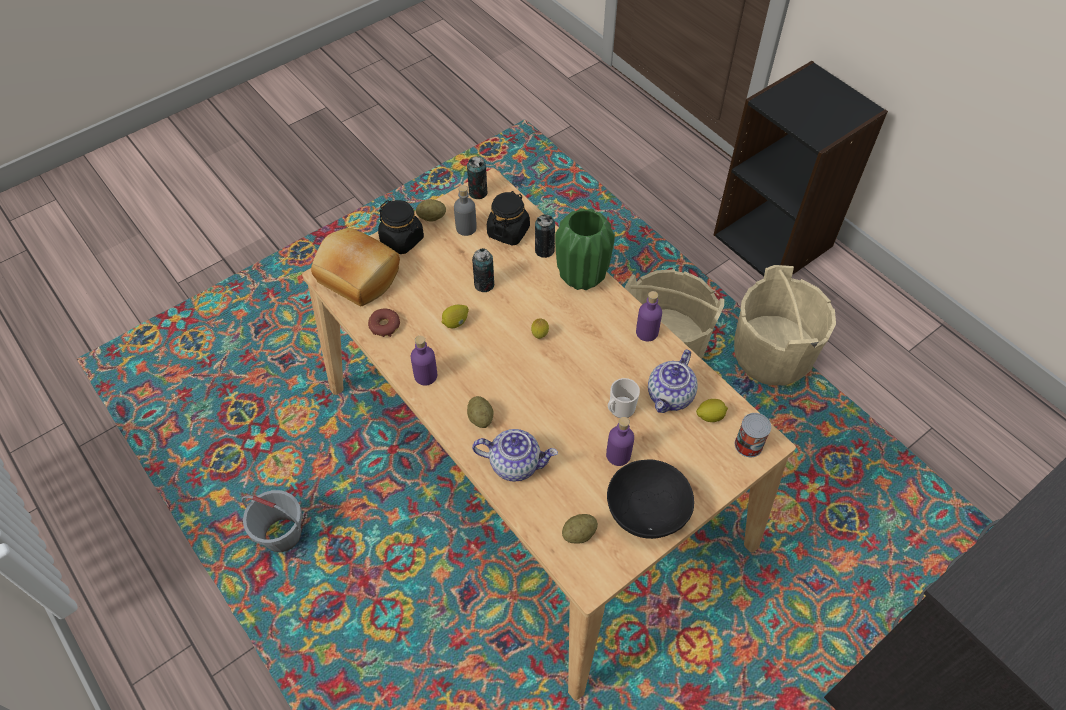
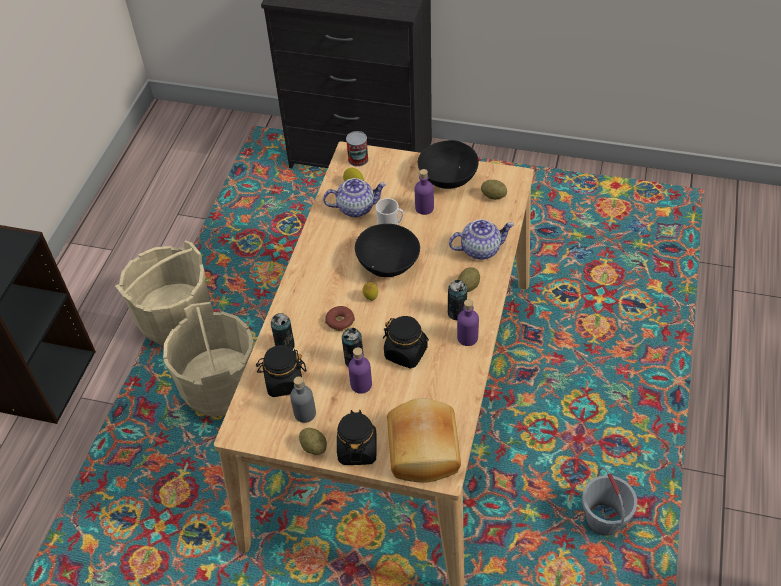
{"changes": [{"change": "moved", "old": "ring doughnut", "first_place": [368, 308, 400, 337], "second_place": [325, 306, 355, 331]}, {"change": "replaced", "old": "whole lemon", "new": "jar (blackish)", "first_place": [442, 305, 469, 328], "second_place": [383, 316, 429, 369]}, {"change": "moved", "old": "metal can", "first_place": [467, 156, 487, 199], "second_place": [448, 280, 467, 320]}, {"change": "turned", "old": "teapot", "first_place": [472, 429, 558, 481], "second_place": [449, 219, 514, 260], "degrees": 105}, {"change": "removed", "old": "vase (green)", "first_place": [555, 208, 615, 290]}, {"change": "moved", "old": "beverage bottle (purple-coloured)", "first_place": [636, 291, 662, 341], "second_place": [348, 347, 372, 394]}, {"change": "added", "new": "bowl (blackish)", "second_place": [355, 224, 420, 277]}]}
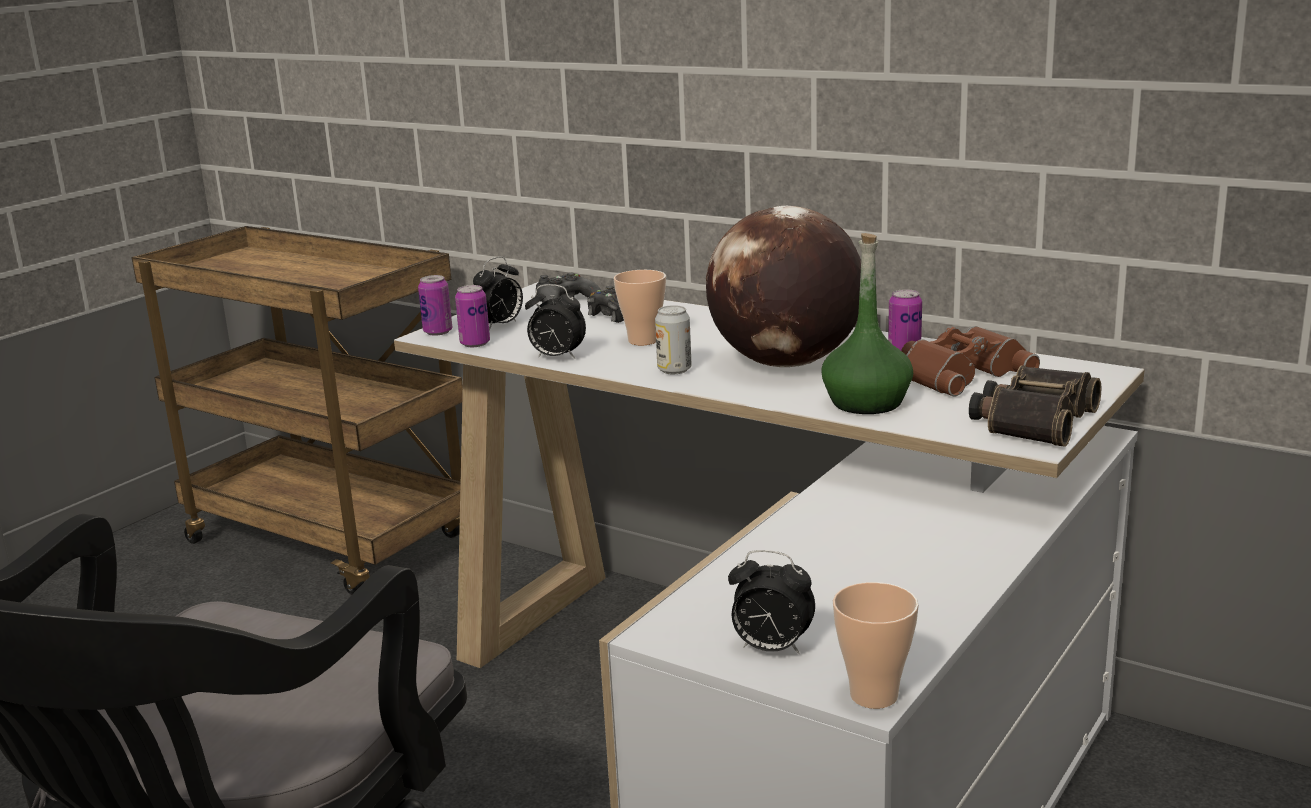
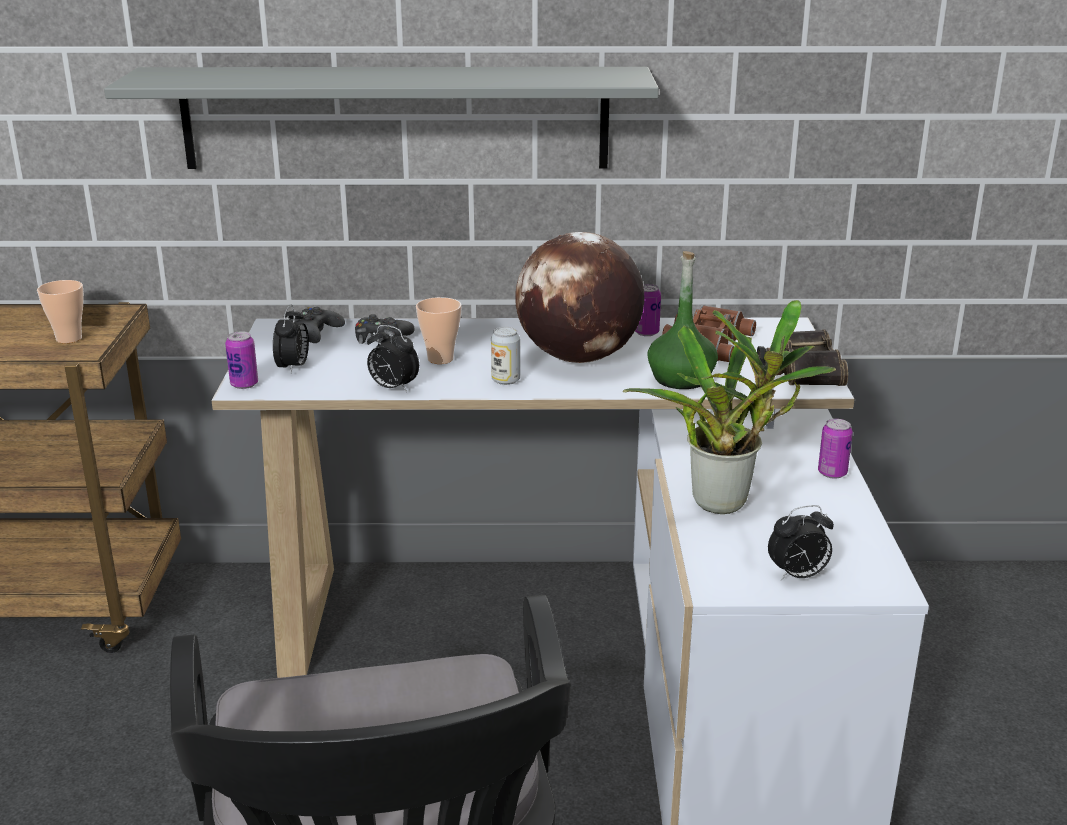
{"changes": [{"change": "moved", "old": "metal can", "first_place": [455, 285, 490, 347], "second_place": [818, 419, 853, 479]}, {"change": "turned", "old": "alarm clock", "first_place": [525, 284, 586, 359], "second_place": [367, 325, 419, 392], "degrees": 45}, {"change": "moved", "old": "small cup", "first_place": [833, 582, 919, 709], "second_place": [37, 280, 84, 343]}, {"change": "added", "new": "shelf (grey)", "second_place": [104, 67, 659, 169]}, {"change": "added", "new": "potted plant", "second_place": [623, 300, 836, 514]}]}
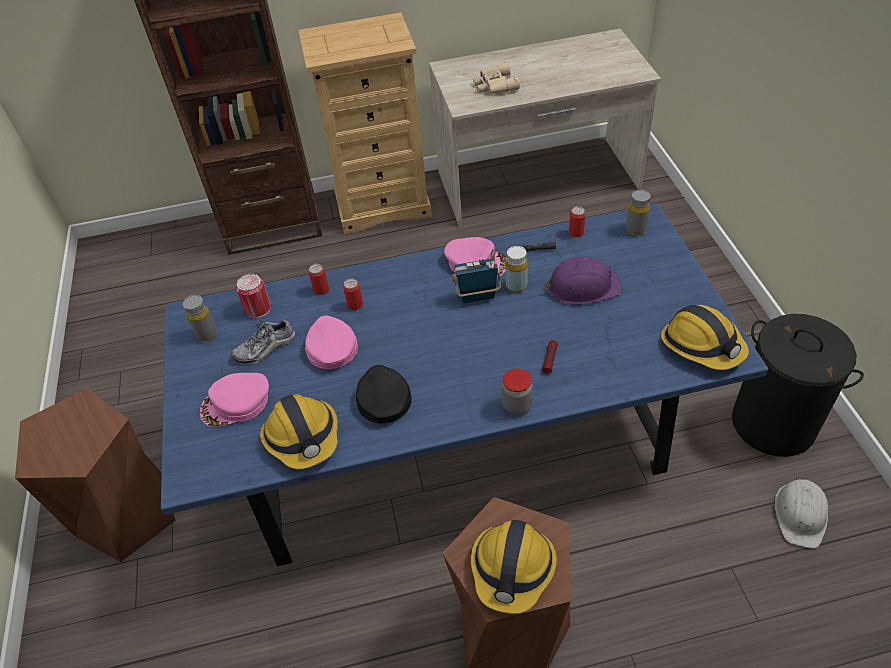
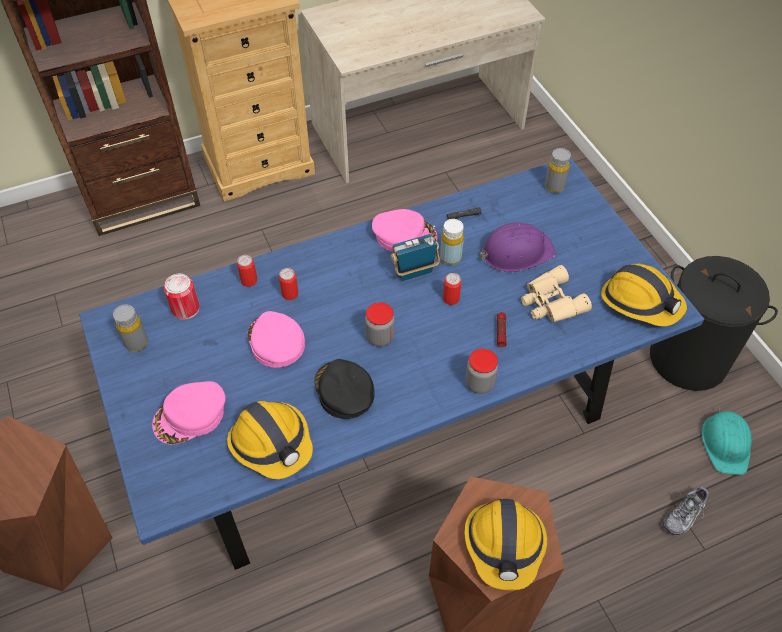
{"changes": [{"change": "moved", "old": "low shoe", "first_place": [231, 319, 295, 364], "second_place": [663, 486, 709, 535]}, {"change": "moved", "old": "field glasses (beige)", "first_place": [473, 62, 520, 94], "second_place": [521, 265, 592, 322]}, {"change": "moved", "old": "metal can", "first_place": [569, 206, 586, 237], "second_place": [443, 273, 461, 305]}, {"change": "recoloured", "old": "work helmet (white)", "new": "work helmet (turquoise)", "first_place": [774, 476, 828, 548], "second_place": [701, 408, 752, 475]}, {"change": "added", "new": "jar", "second_place": [365, 302, 394, 347]}]}
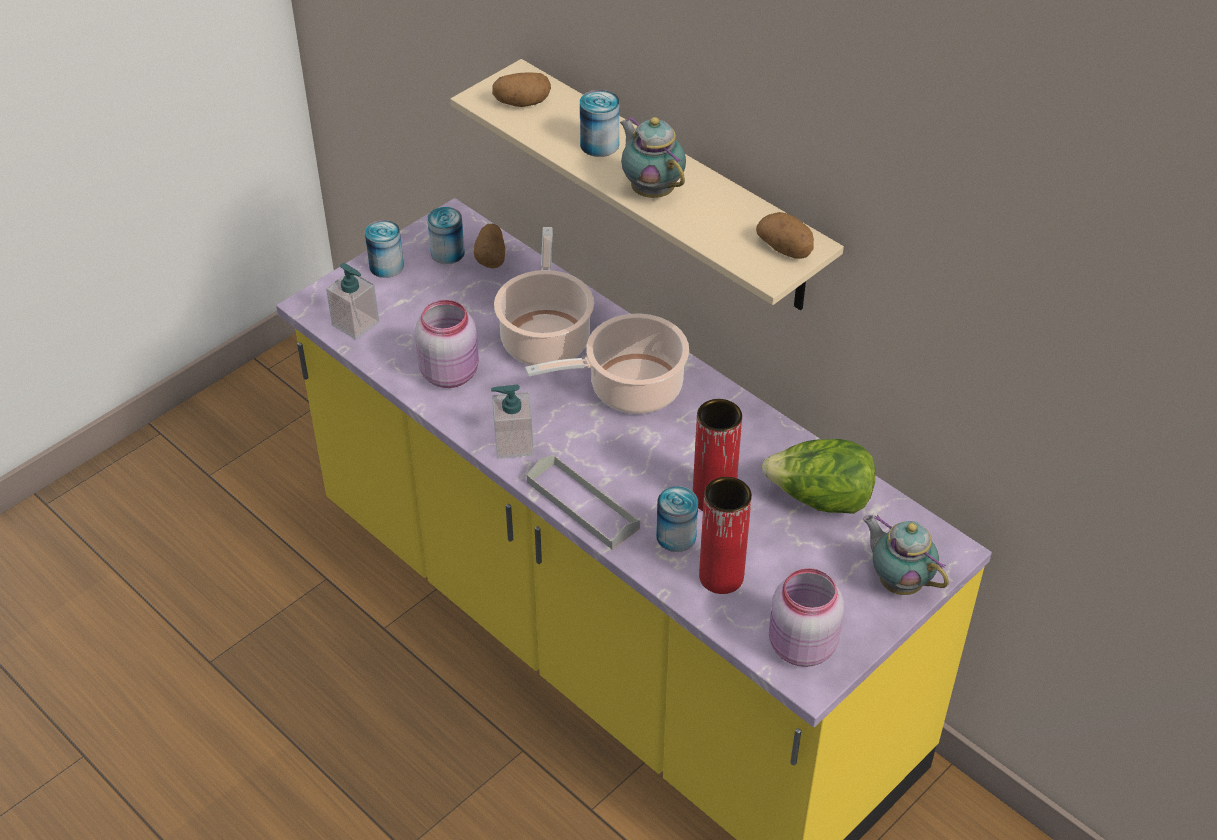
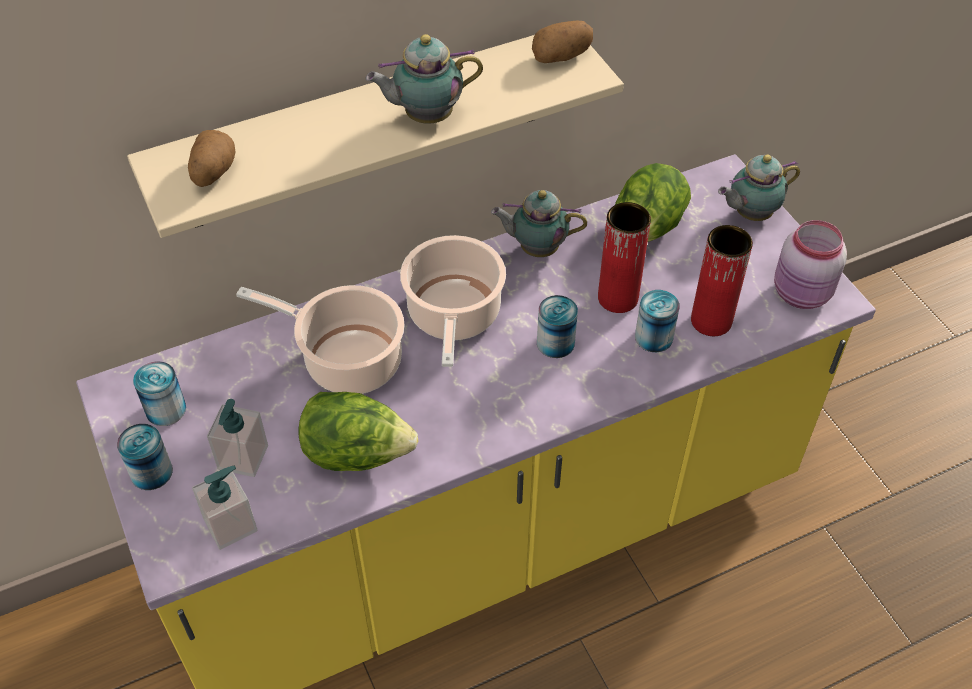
{"changes": [{"change": "replaced", "old": "jar (pinkish)", "new": "lettuce", "first_place": [415, 300, 479, 388], "second_place": [298, 392, 418, 471]}, {"change": "removed", "old": "whole potato", "first_place": [474, 224, 505, 268]}, {"change": "moved", "old": "liquid soap bottle", "first_place": [491, 385, 534, 458], "second_place": [207, 399, 268, 477]}, {"change": "removed", "old": "tray (grey)", "first_place": [527, 455, 640, 550]}, {"change": "moved", "old": "metal can", "first_place": [580, 90, 619, 157], "second_place": [537, 295, 578, 358]}, {"change": "added", "new": "teapot", "second_place": [491, 190, 587, 257]}]}
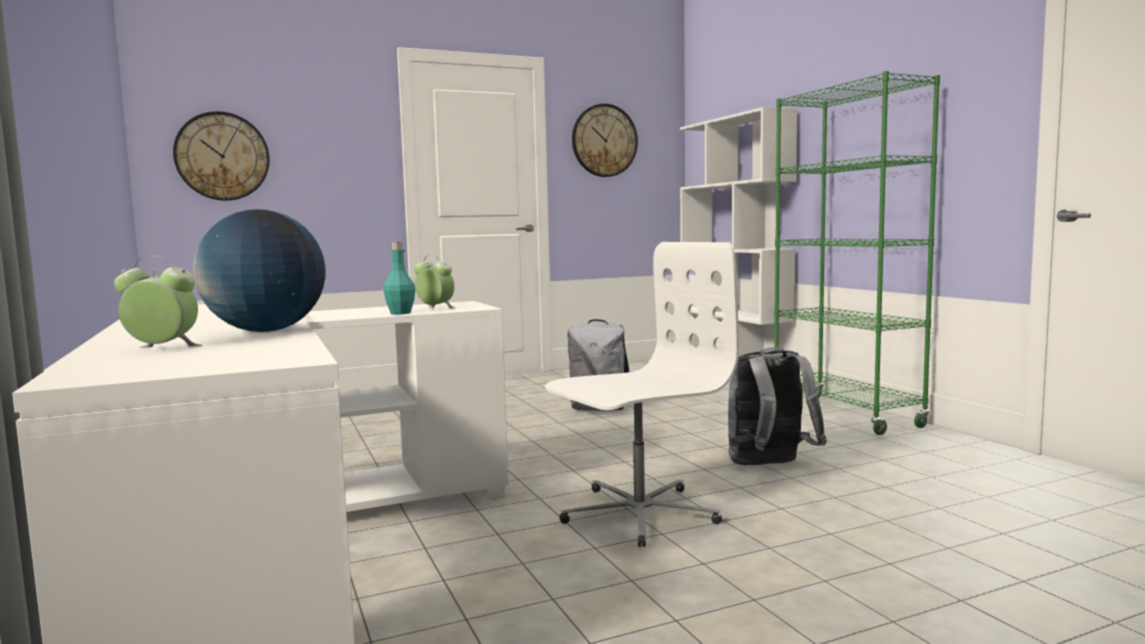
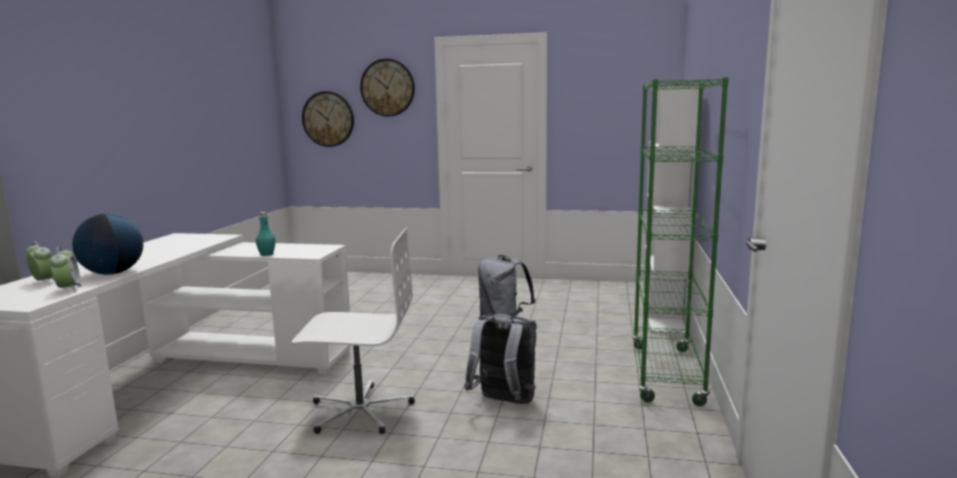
{"changes": [{"change": "moved", "old": "alarm clock", "first_place": [414, 255, 455, 308], "second_place": [50, 247, 82, 293]}, {"change": "moved", "old": "hanging clock", "first_place": [572, 104, 638, 177], "second_place": [360, 59, 415, 117]}]}
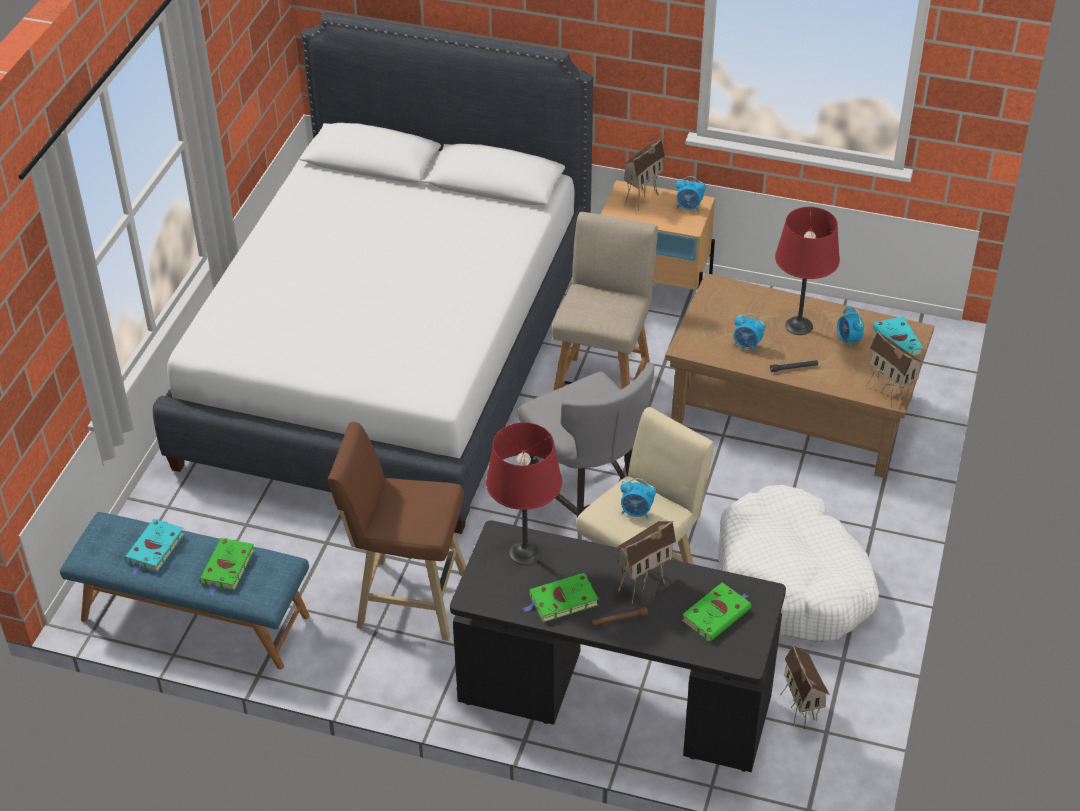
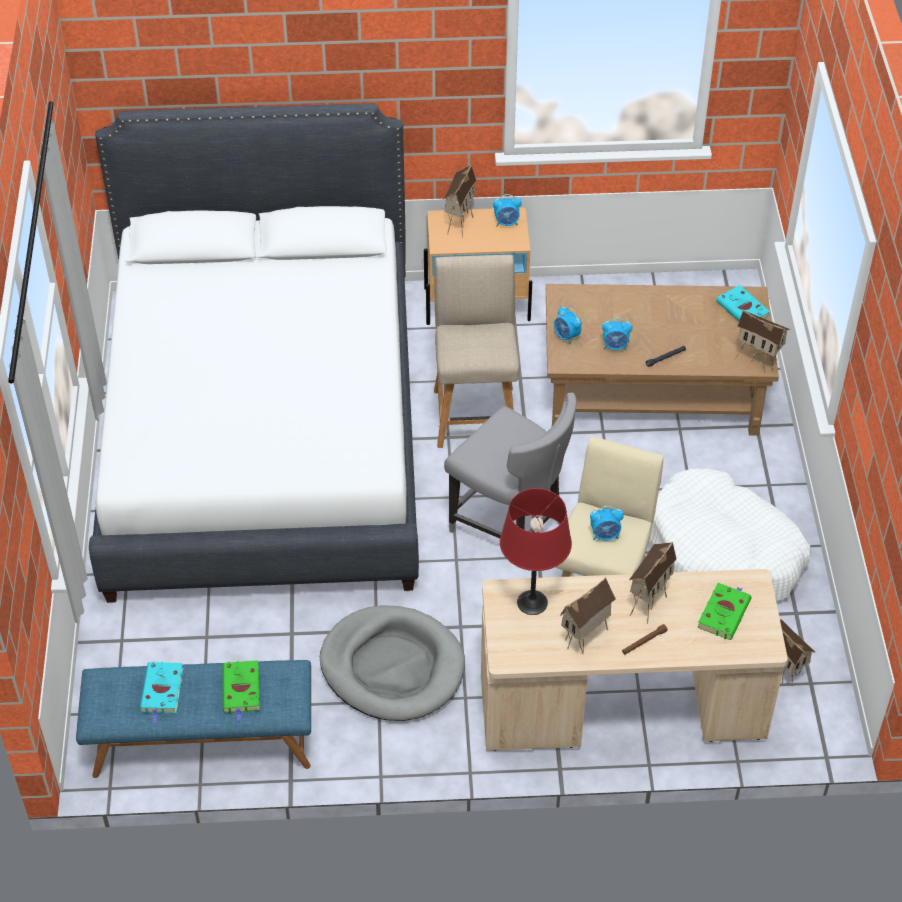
{"changes": [{"change": "replaced", "old": "stool seat (brownish)", "new": "dog bed (grey)", "first_place": [328, 422, 466, 641], "second_place": [320, 605, 465, 721]}, {"change": "recoloured", "old": "desk (blackish)", "new": "desk (beige)", "first_place": [450, 520, 786, 772], "second_place": [481, 569, 788, 751]}, {"change": "replaced", "old": "book (green)", "new": "miniature house", "first_place": [523, 573, 599, 622], "second_place": [560, 577, 616, 654]}, {"change": "removed", "old": "tabletop lamp (red)", "first_place": [775, 207, 840, 335]}, {"change": "moved", "old": "alarm clock", "first_place": [837, 306, 864, 348], "second_place": [554, 306, 582, 345]}]}
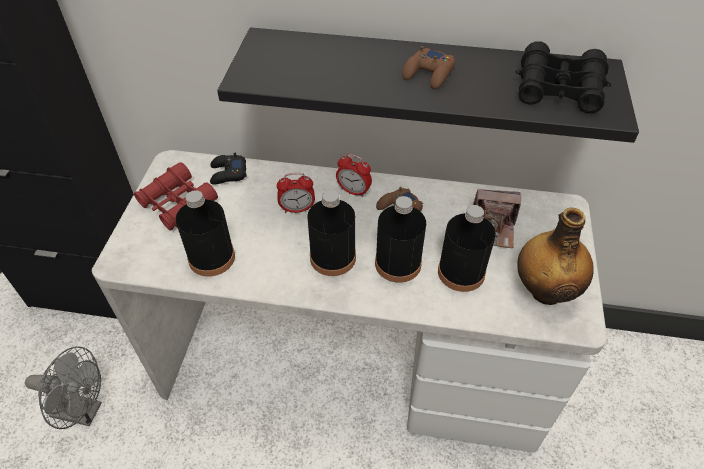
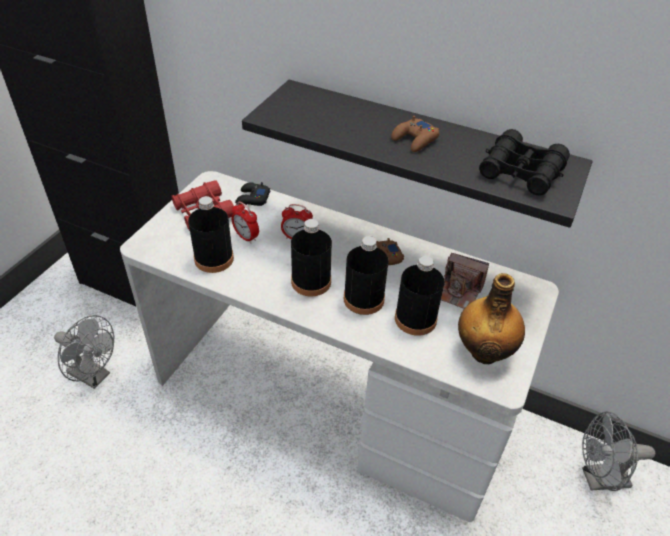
{"changes": [{"change": "moved", "old": "alarm clock", "first_place": [336, 154, 372, 197], "second_place": [232, 201, 259, 244]}, {"change": "added", "new": "cooling fan (grey)", "second_place": [582, 412, 655, 491]}]}
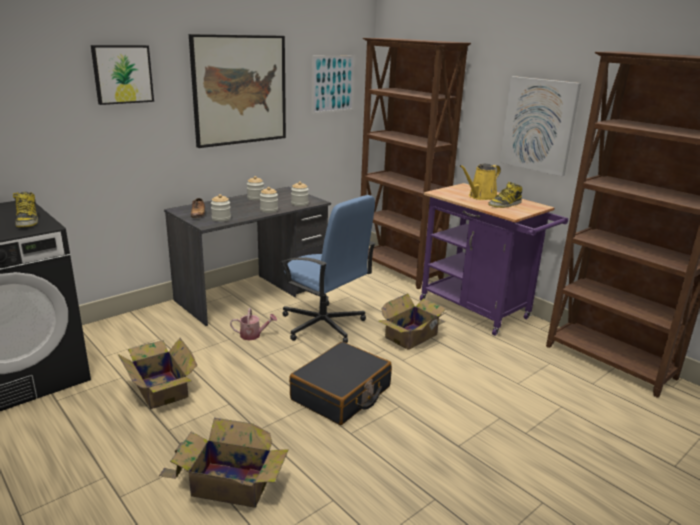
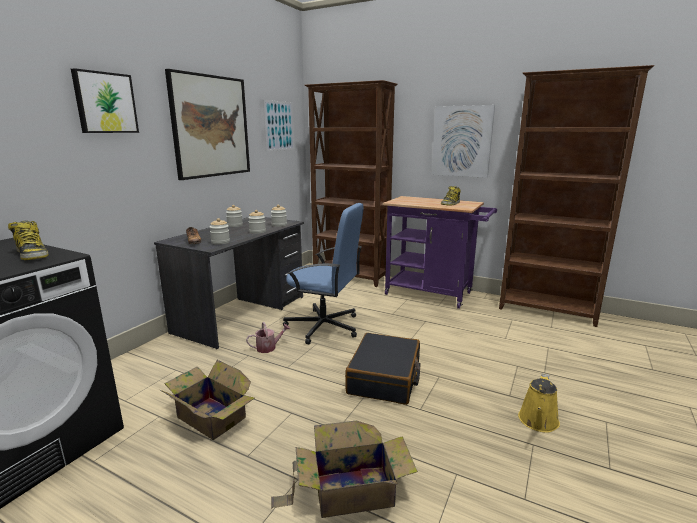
{"changes": [{"change": "removed", "old": "carton", "first_place": [378, 294, 447, 350]}, {"change": "moved", "old": "sprinkling can (yellow-coloured)", "first_place": [460, 164, 501, 200], "second_place": [518, 374, 560, 433]}]}
